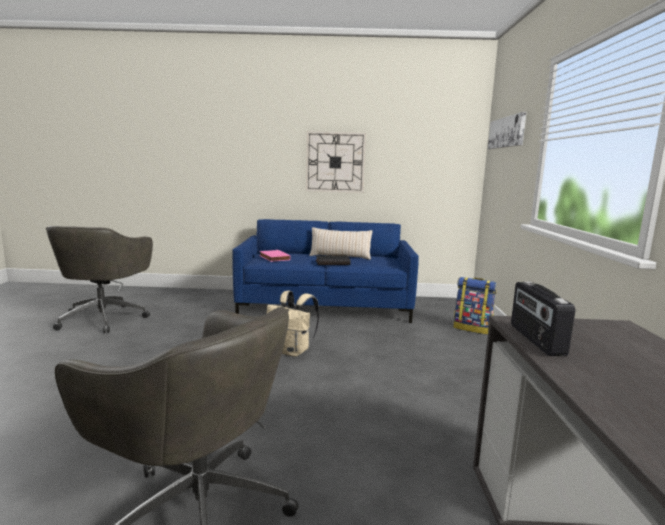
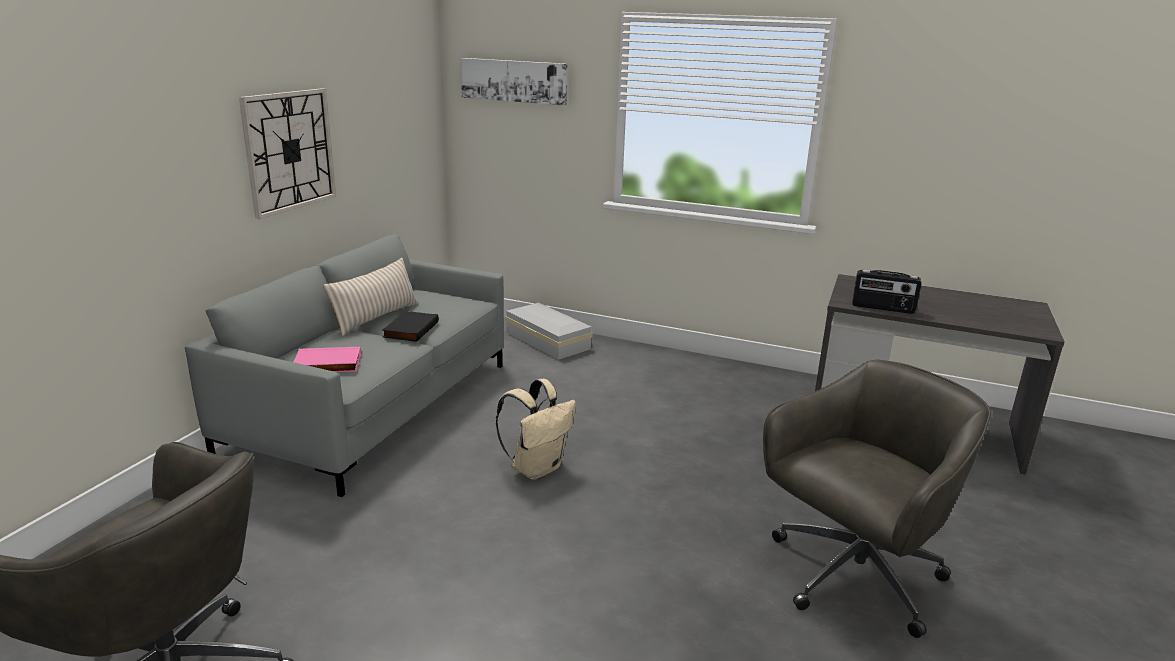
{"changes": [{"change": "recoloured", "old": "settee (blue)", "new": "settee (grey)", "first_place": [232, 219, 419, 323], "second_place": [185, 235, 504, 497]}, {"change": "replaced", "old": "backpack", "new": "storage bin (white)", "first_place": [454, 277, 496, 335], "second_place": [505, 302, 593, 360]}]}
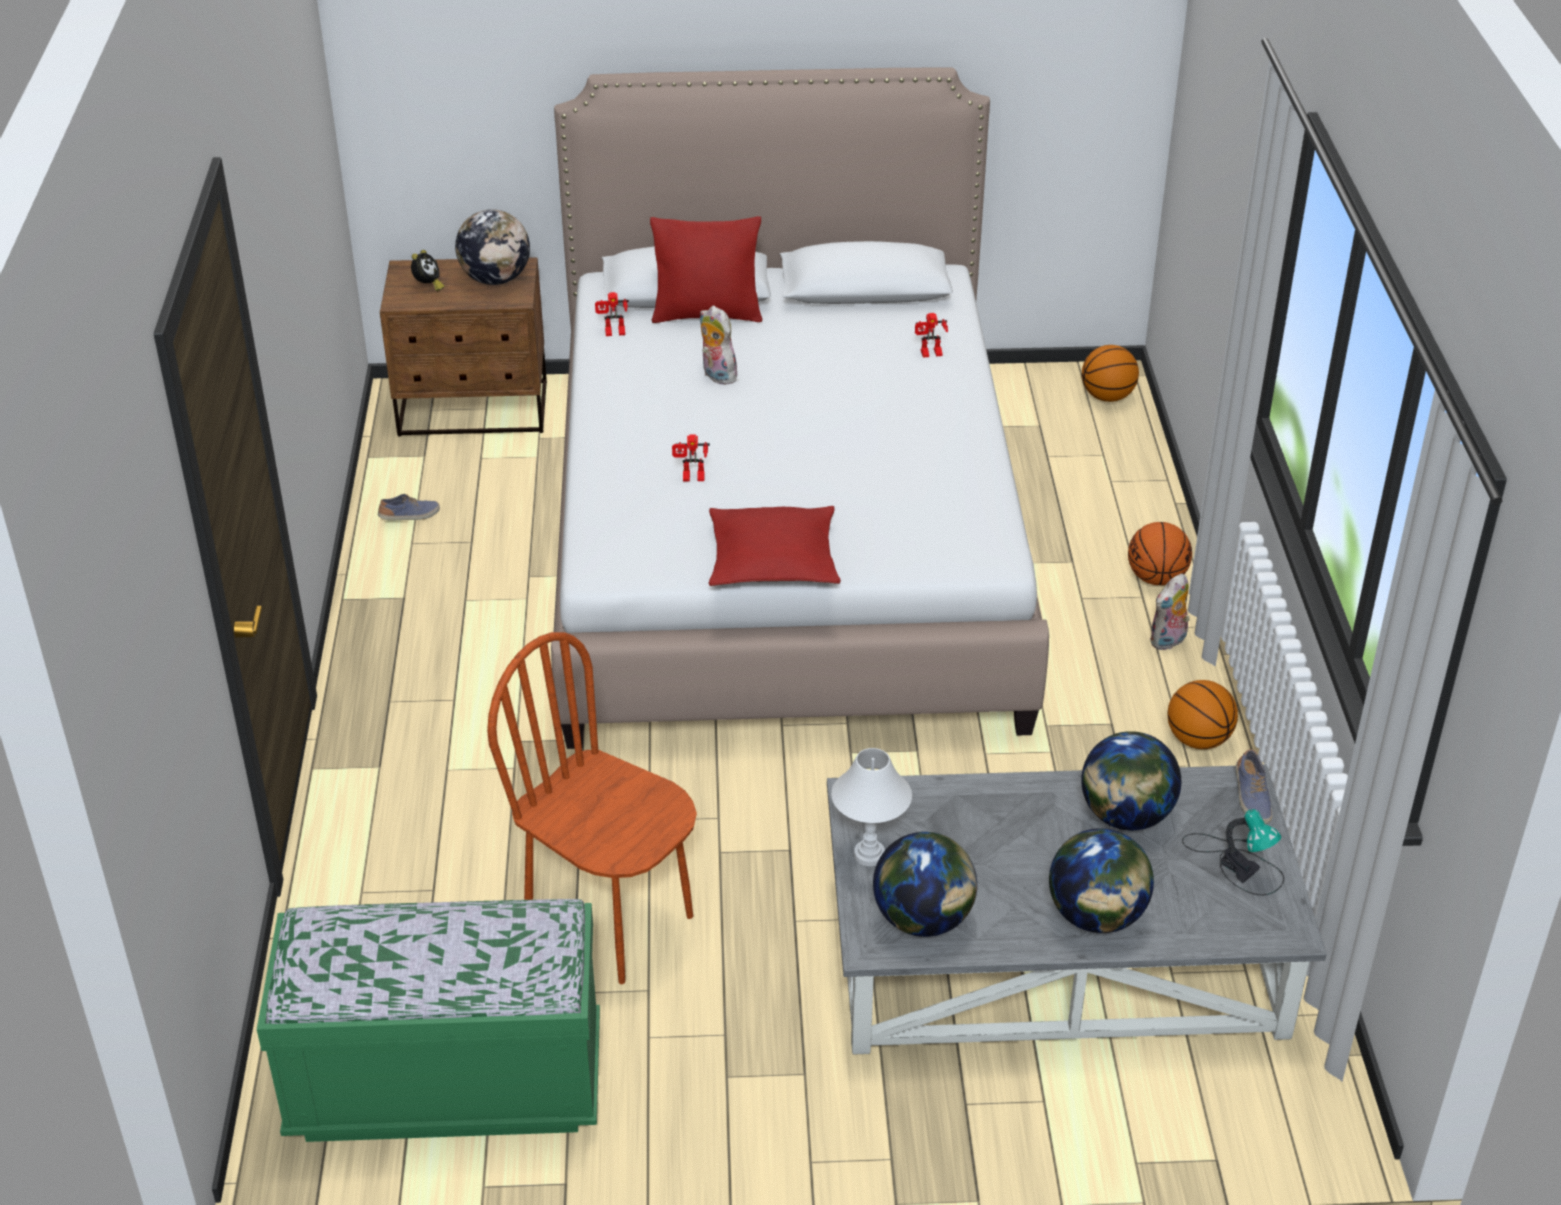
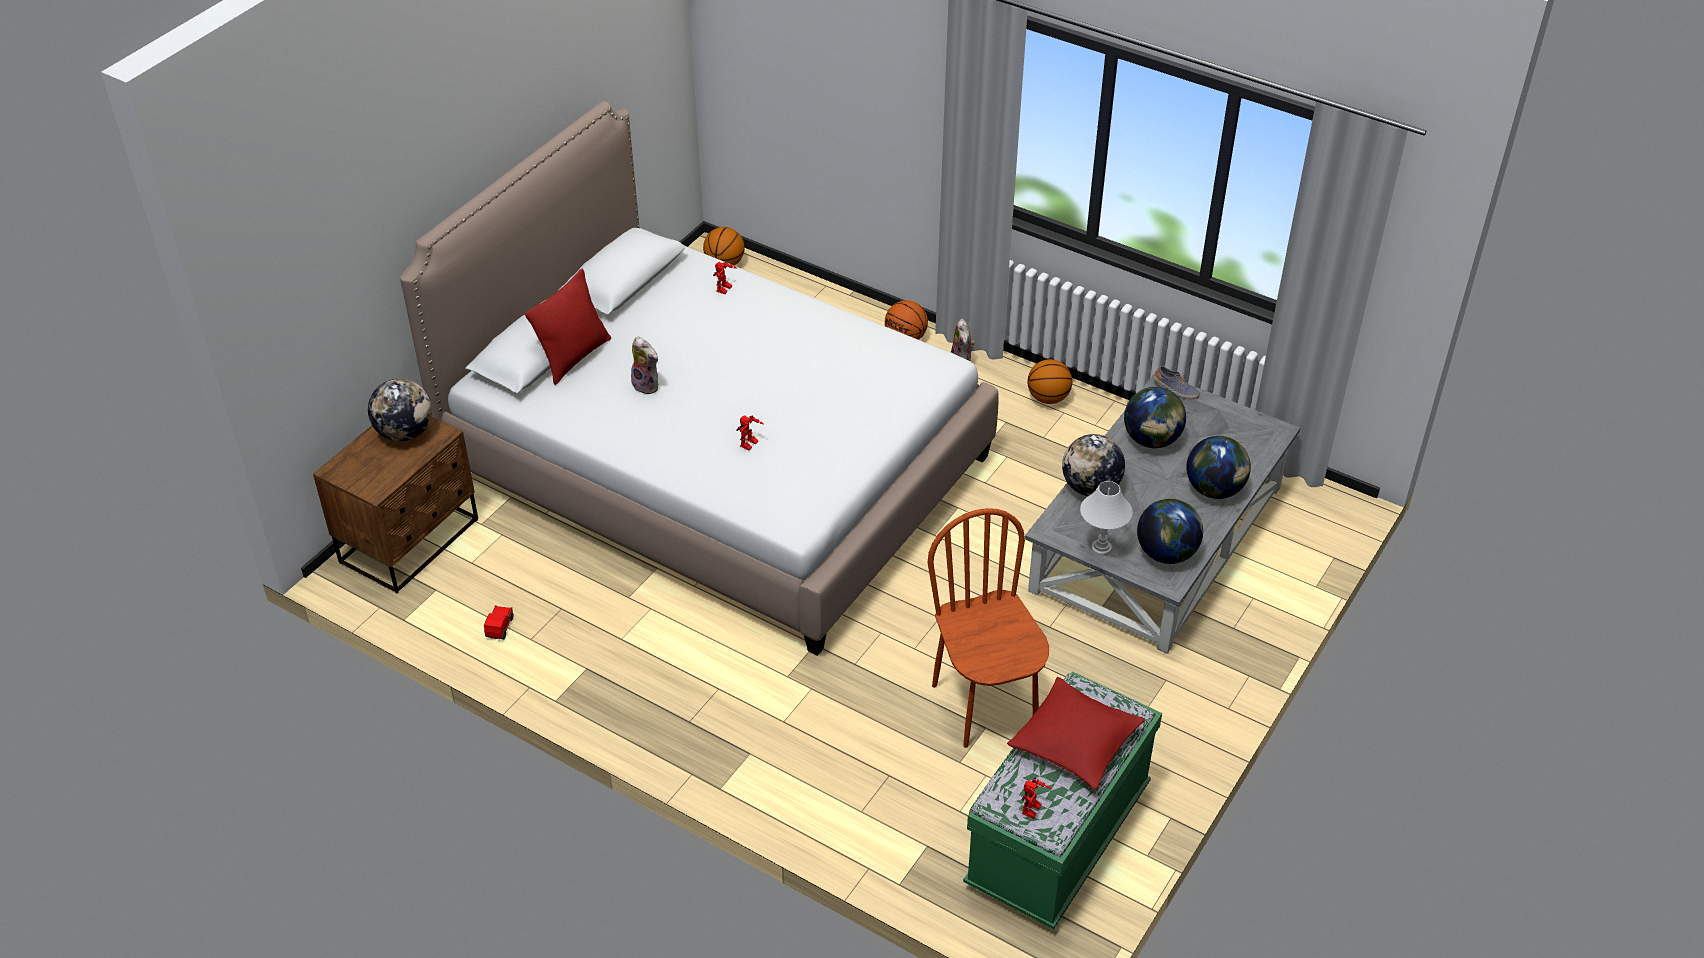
{"changes": [{"change": "replaced", "old": "low shoe", "new": "toy car", "first_place": [378, 494, 440, 521], "second_place": [484, 605, 513, 639]}, {"change": "removed", "old": "alarm clock", "first_place": [411, 250, 444, 291]}, {"change": "turned", "old": "plain chair (brownish)", "first_place": [487, 632, 697, 984], "second_place": [928, 508, 1049, 748], "degrees": 90}, {"change": "moved", "old": "robot figure", "first_place": [595, 292, 629, 336], "second_place": [1022, 778, 1052, 819]}, {"change": "turned", "old": "cuddly toy", "first_place": [700, 306, 737, 385], "second_place": [631, 337, 658, 395], "degrees": -135}, {"change": "moved", "old": "pillow (red)", "first_place": [709, 506, 841, 586], "second_place": [1007, 677, 1145, 790]}, {"change": "removed", "old": "tabletop lamp", "first_place": [1182, 809, 1284, 895]}, {"change": "added", "new": "globe", "second_place": [1062, 434, 1125, 496]}]}
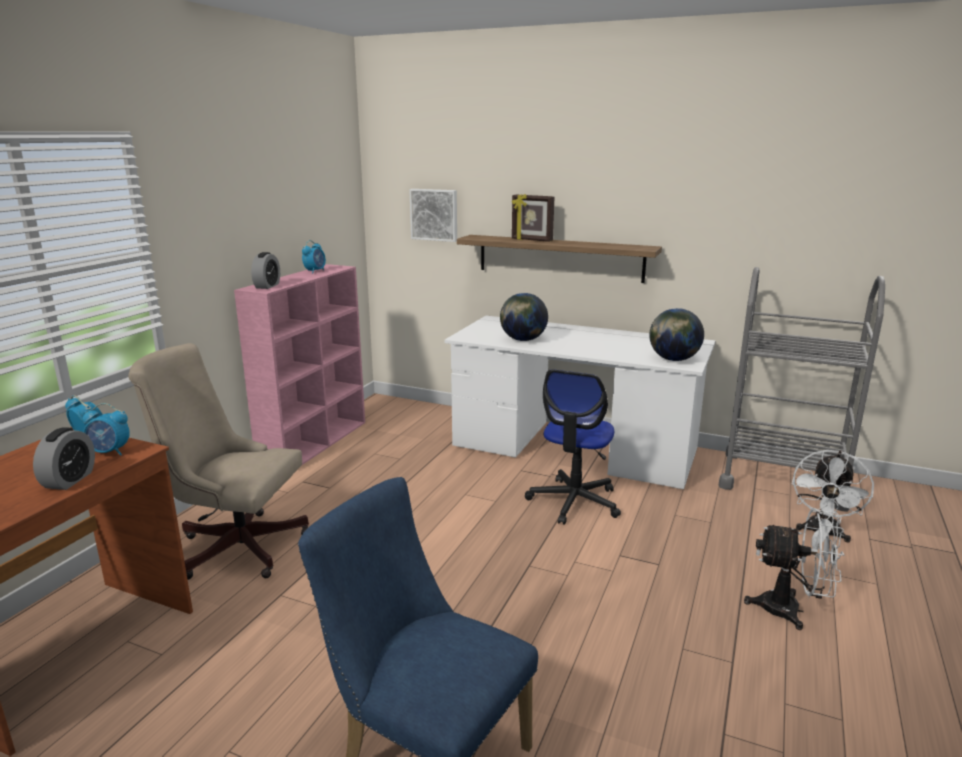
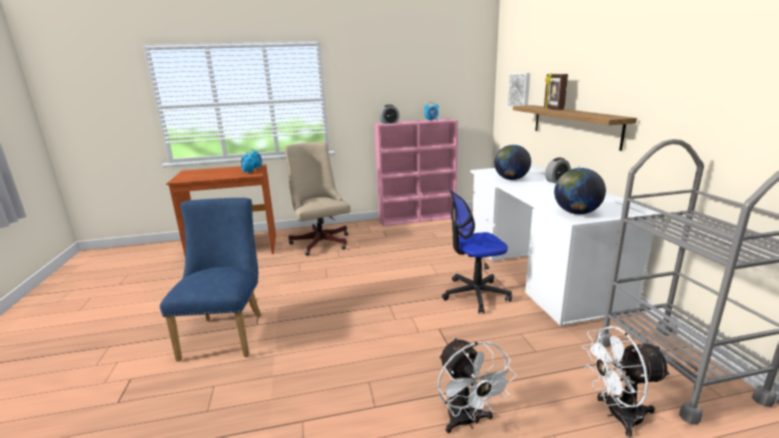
{"changes": [{"change": "moved", "old": "alarm clock", "first_place": [33, 427, 95, 490], "second_place": [545, 158, 570, 183]}]}
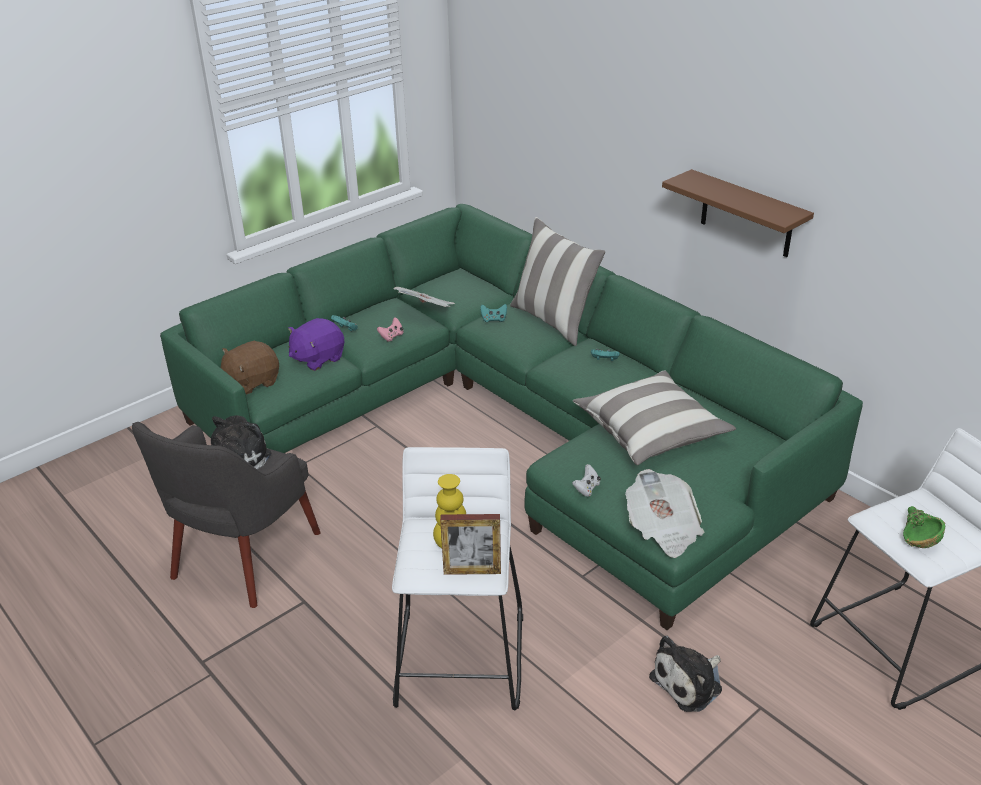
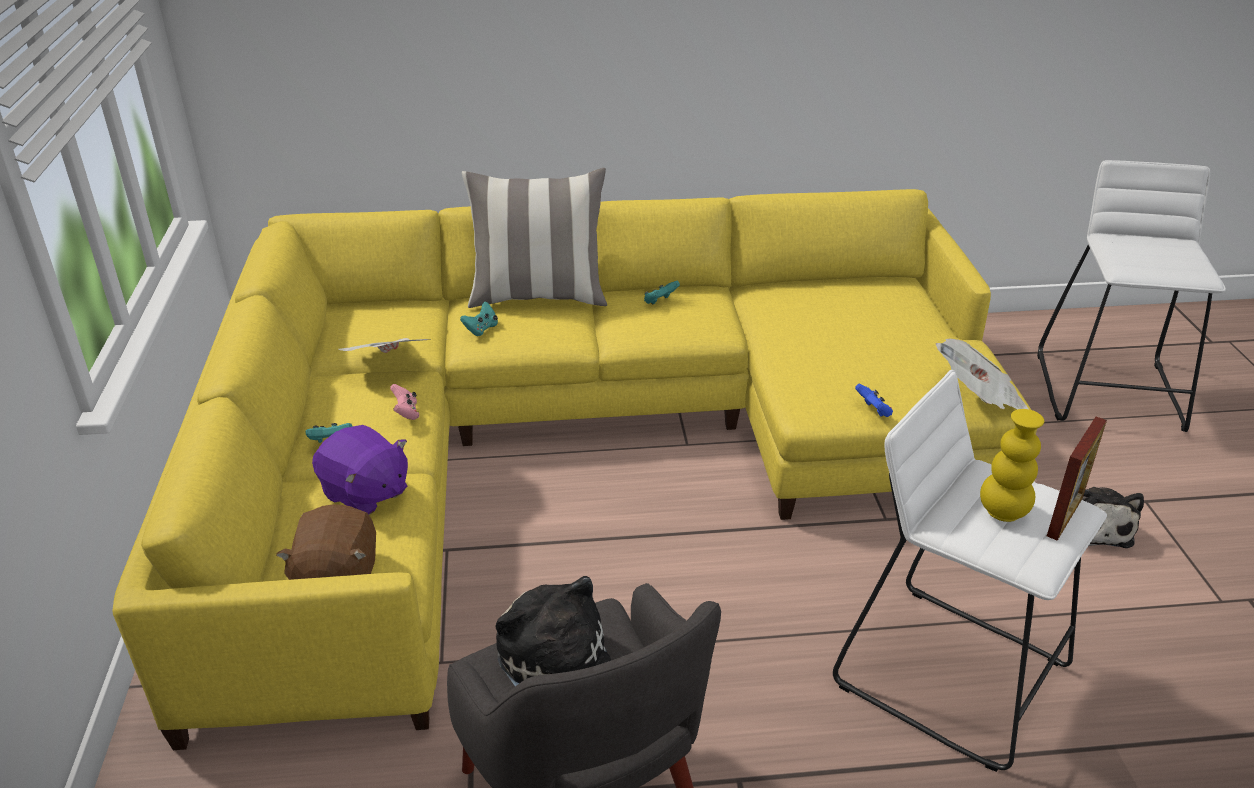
{"changes": [{"change": "recoloured", "old": "settee (green)", "new": "settee (yellow-coloured)", "first_place": [160, 204, 863, 630], "second_place": [113, 189, 1037, 750]}, {"change": "turned", "old": "cuddly toy (purple-coloured)", "first_place": [288, 318, 344, 371], "second_place": [312, 425, 408, 515], "degrees": -45}, {"change": "recoloured", "old": "joypad (white)", "new": "joypad (blue)", "first_place": [572, 464, 601, 497], "second_place": [855, 384, 893, 417]}, {"change": "removed", "old": "pillow", "first_place": [573, 370, 736, 465]}, {"change": "removed", "old": "shelf (brownish)", "first_place": [662, 169, 814, 257]}, {"change": "removed", "old": "bowl (green)", "first_place": [903, 506, 945, 548]}]}
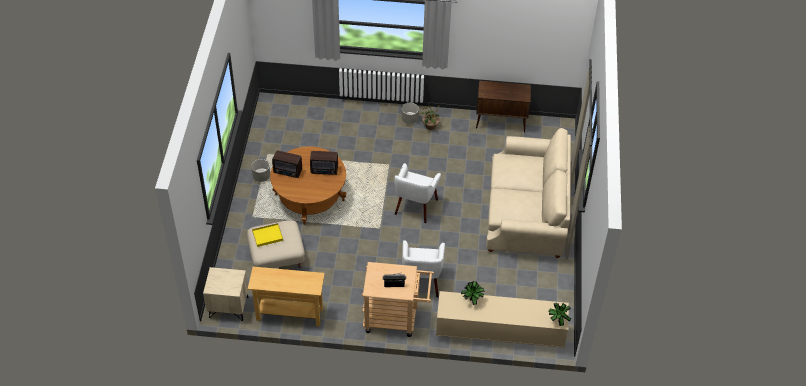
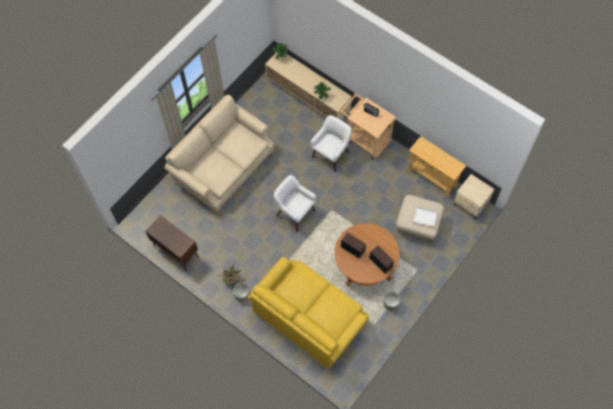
{"changes": [{"change": "recoloured", "old": "tray (yellow-coloured)", "new": "tray (white)", "first_place": [252, 222, 283, 247], "second_place": [413, 207, 438, 228]}, {"change": "turned", "old": "easy chair (white)", "first_place": [395, 163, 441, 223], "second_place": [274, 175, 316, 232], "degrees": -105}, {"change": "added", "new": "settee (yellow-coloured)", "second_place": [247, 256, 369, 369]}]}
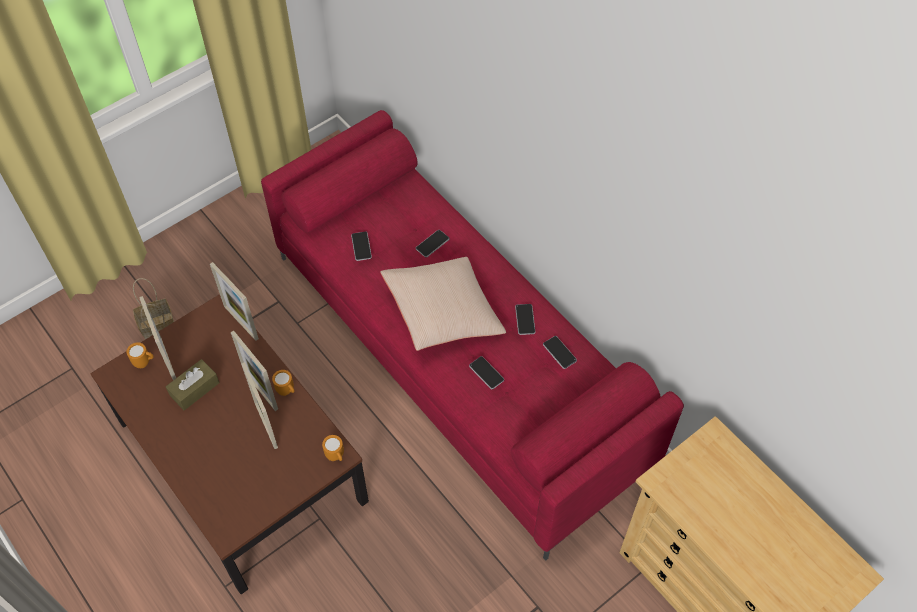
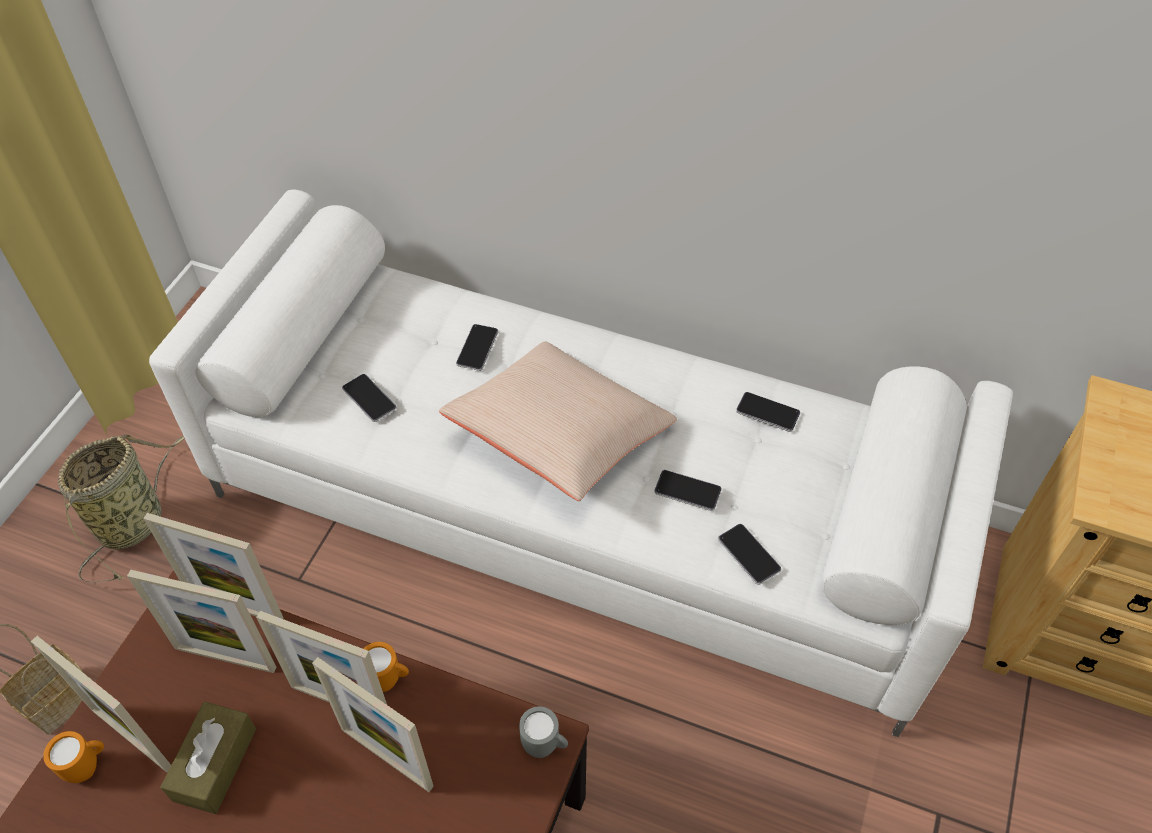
{"changes": [{"change": "recoloured", "old": "settee (red)", "new": "settee (white)", "first_place": [261, 110, 684, 561], "second_place": [149, 189, 1013, 737]}, {"change": "recoloured", "old": "mug (orange-coloured)", "new": "mug (grey)", "first_place": [322, 435, 344, 461], "second_place": [519, 706, 568, 758]}, {"change": "moved", "old": "handset", "first_place": [515, 304, 535, 335], "second_place": [718, 524, 781, 584]}, {"change": "added", "new": "basket", "second_place": [58, 435, 185, 583]}, {"change": "added", "new": "photo frame", "second_place": [127, 570, 276, 673]}]}
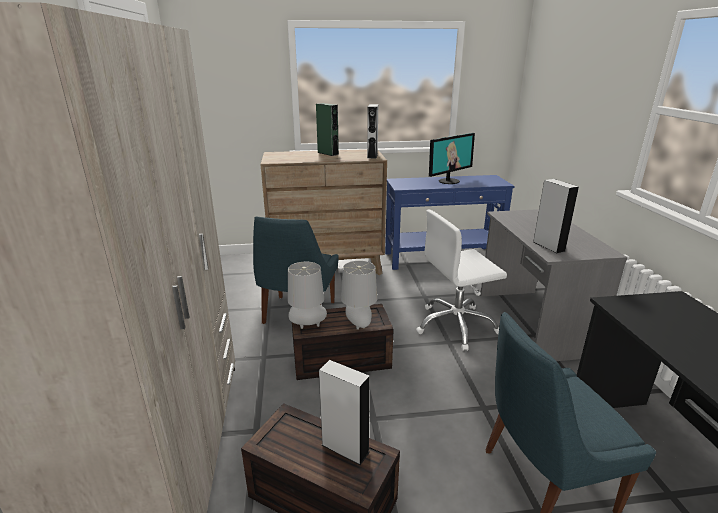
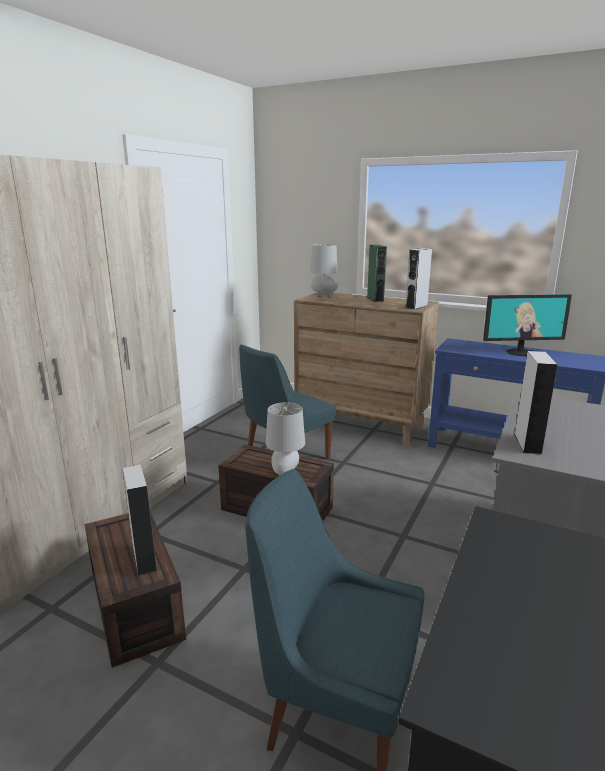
{"changes": [{"change": "moved", "old": "tabletop lamp (grey)", "first_place": [288, 261, 327, 329], "second_place": [310, 244, 338, 297]}, {"change": "removed", "old": "office chair (white)", "first_place": [416, 209, 507, 351]}]}
